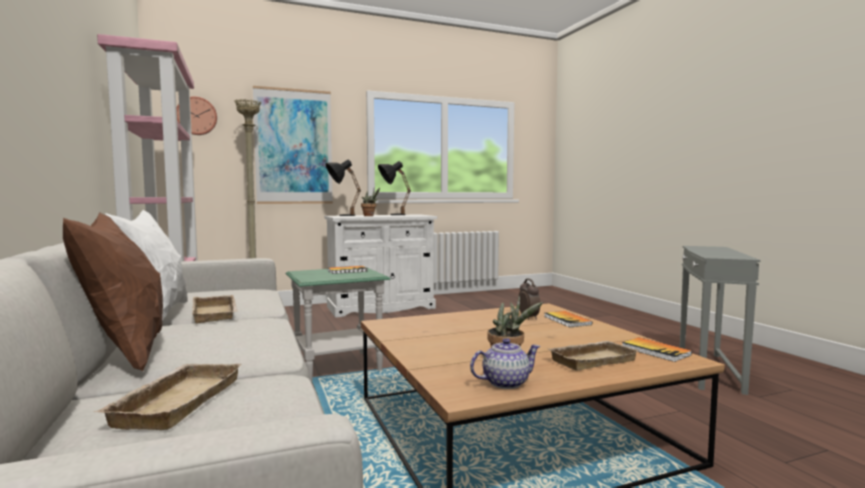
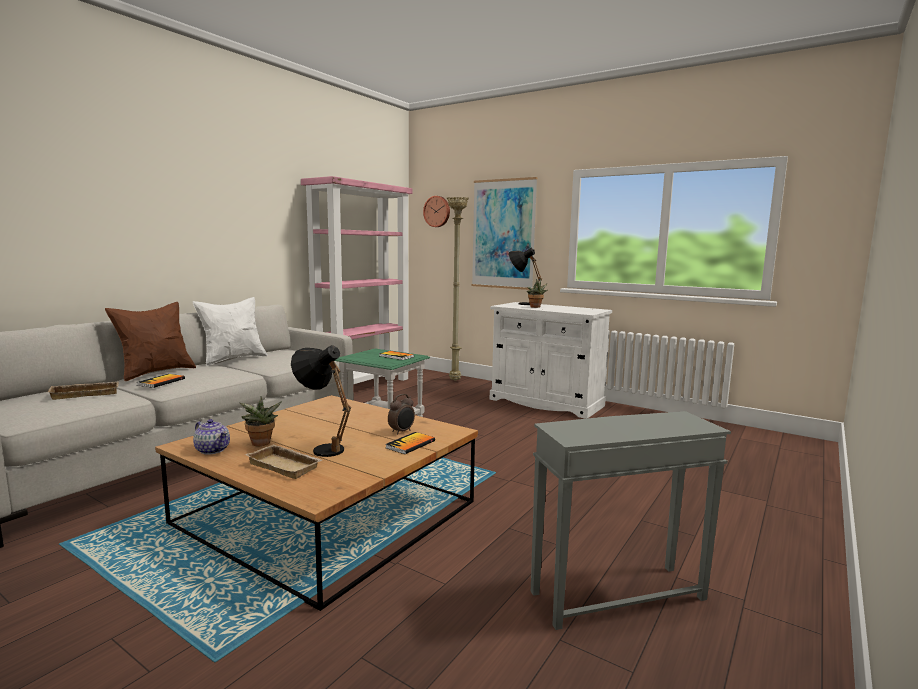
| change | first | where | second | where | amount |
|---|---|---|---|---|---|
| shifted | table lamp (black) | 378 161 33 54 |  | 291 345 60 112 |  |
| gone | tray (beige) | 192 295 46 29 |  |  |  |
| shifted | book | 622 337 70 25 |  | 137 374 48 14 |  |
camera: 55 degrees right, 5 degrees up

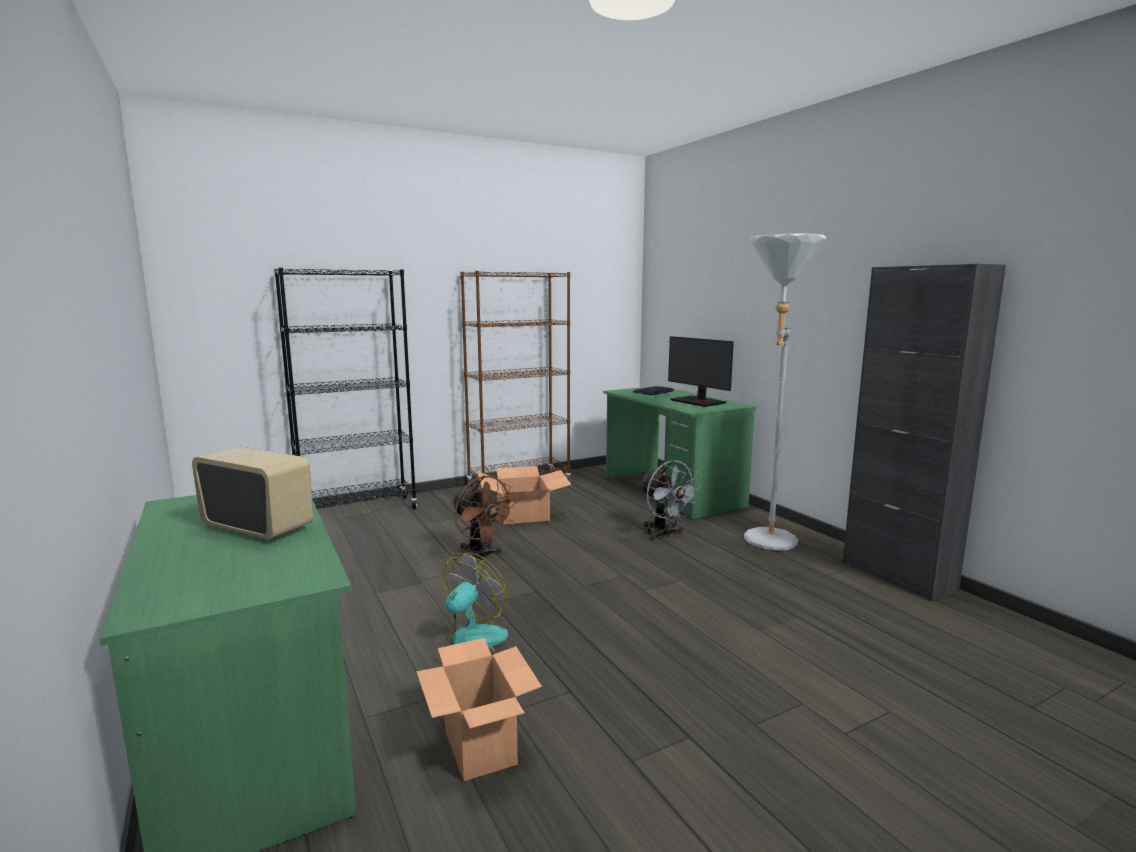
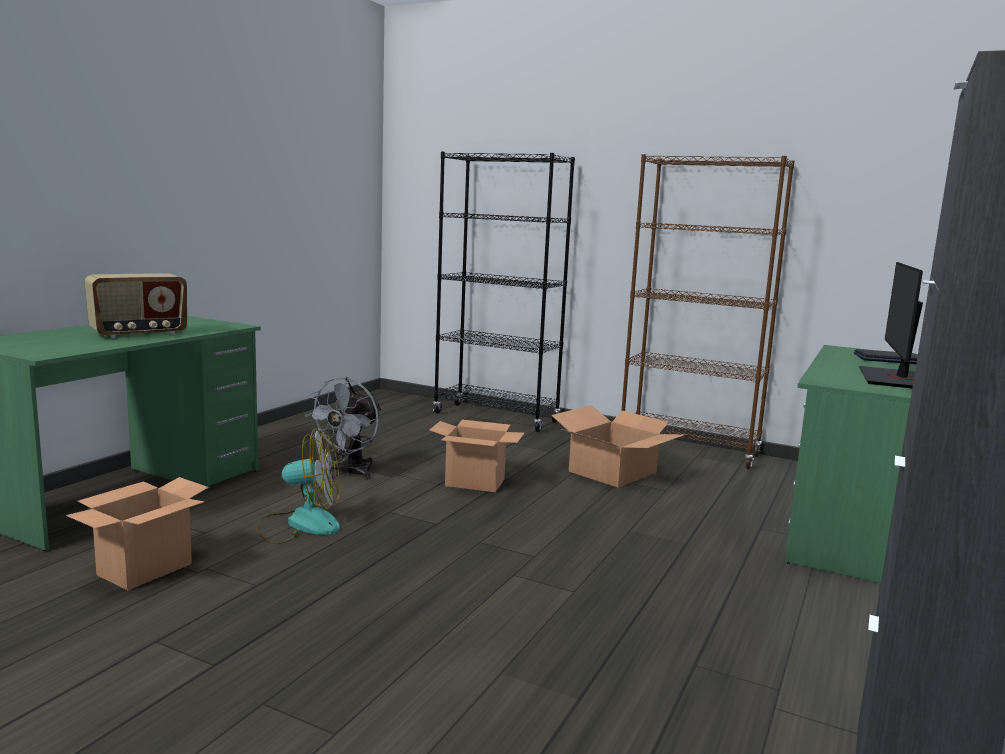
| change | first | where | second | where | amount |
|---|---|---|---|---|---|
| gone | floor lamp (grey) | 744 234 82 316 |  |  |  |
| rotated | radio | 192 447 121 93 |  | 84 273 103 65 | 60 degrees clockwise |
| shifted | fan (grey) | 639 460 62 81 |  | 305 377 77 103 |  |
| swapped | fan (brown) | 451 476 66 83 | cardboard box | 429 420 95 72 |  |
camera: 55 degrees right, 0 degrees up

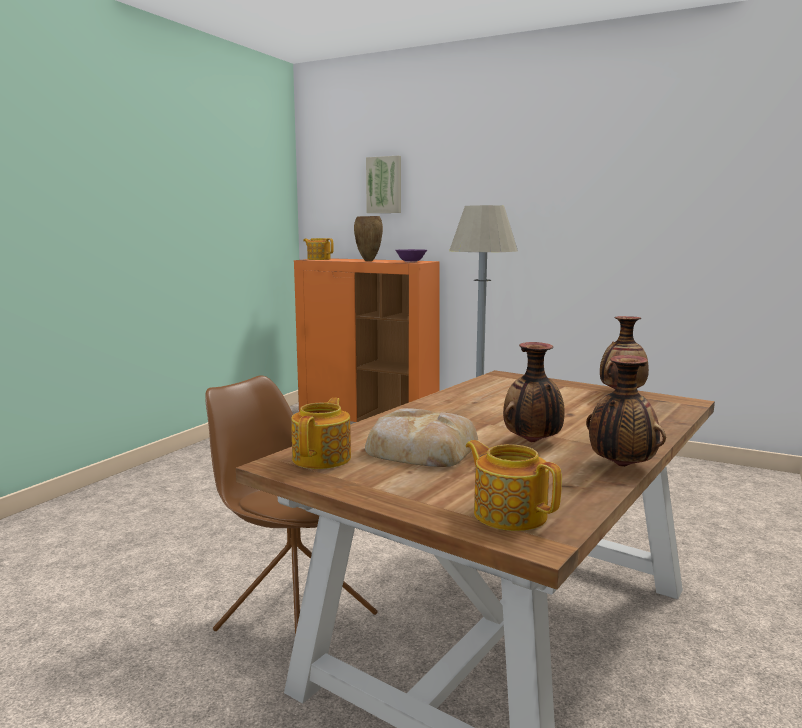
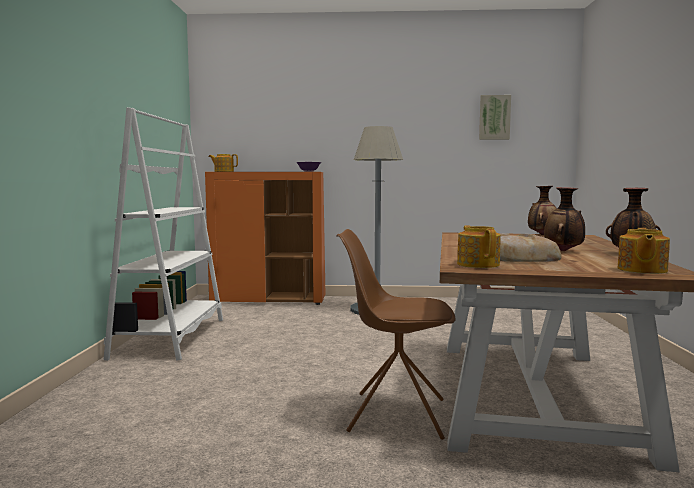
| change | first | where | second | where | amount |
|---|---|---|---|---|---|
| shifted | picture | 366 156 35 57 |  | 479 95 32 45 |  |
| gone | vase (brown) | 354 216 29 45 |  |  |  |
| rotated | teapot | 466 440 96 91 |  | 618 228 52 46 | 90 degrees counterclockwise |
| new |  |  | bookcase (white) | 103 107 120 254 |  |
camera: 25 degrees left, 5 degrees down

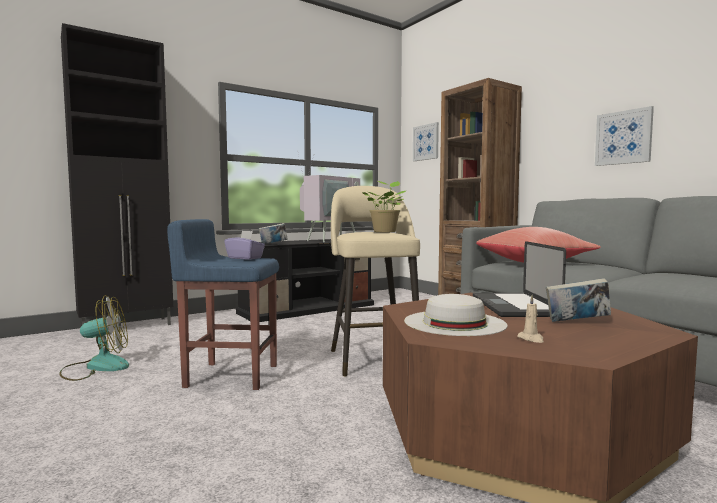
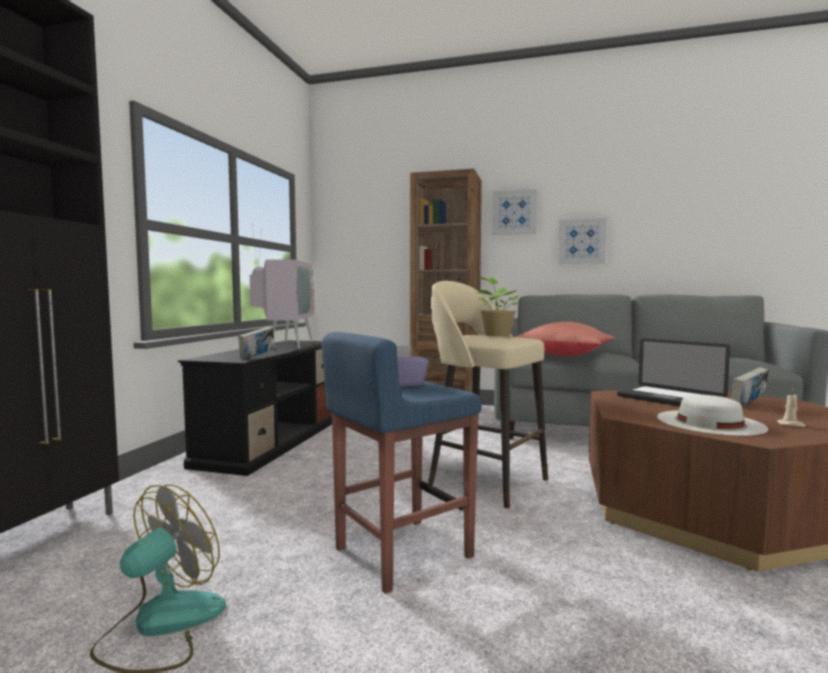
| change | first | where | second | where | amount |
|---|---|---|---|---|---|
| shifted | picture | 413 122 26 39 |  | 492 189 45 46 |  |
camera: 40 degrees left, 0 degrees up

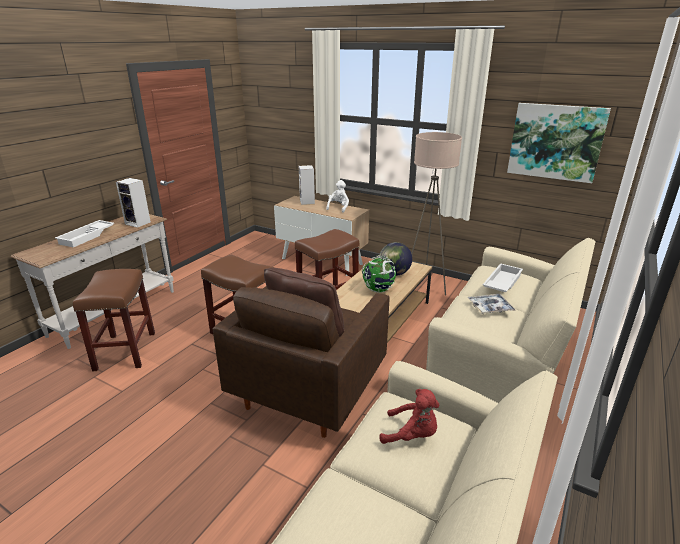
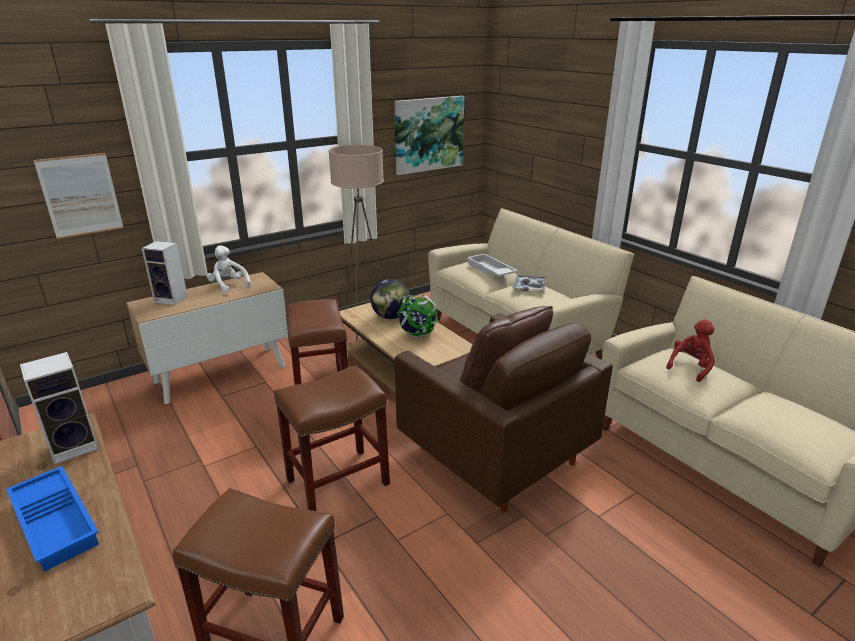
| change | first | where | second | where | amount |
|---|---|---|---|---|---|
| repainted | tray (white) | 55 220 59 27 | tray (blue) | 6 466 93 106 |  |
| new |  |  | picture | 34 153 90 86 |  |
camera: 65 degrees left, 0 degrees up

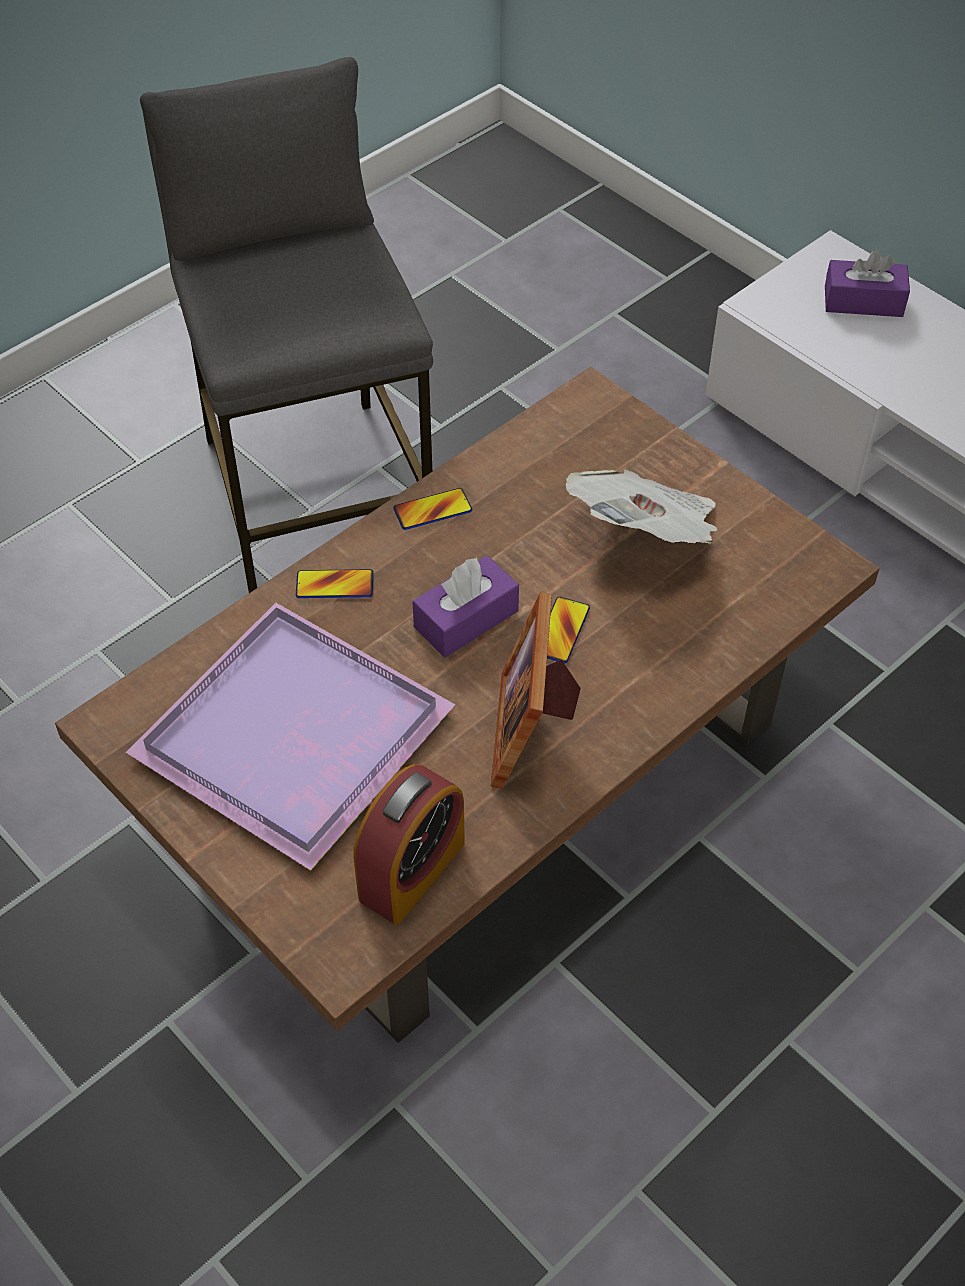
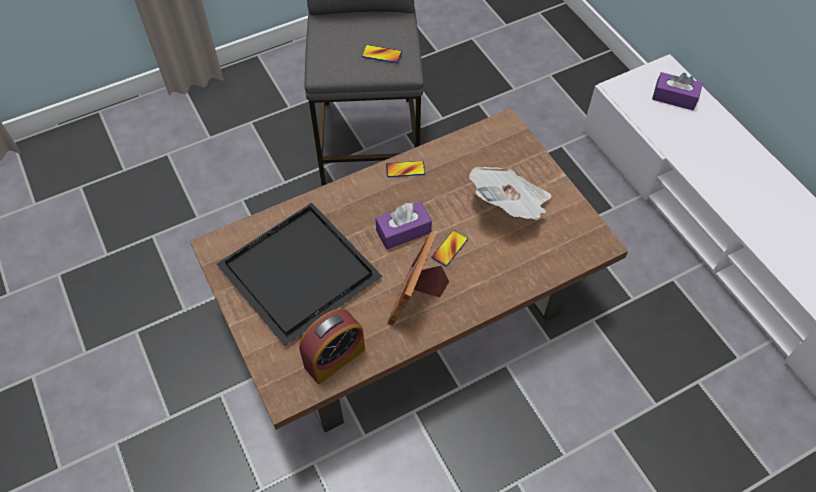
| change | first | where | second | where | amount |
|---|---|---|---|---|---|
| shifted | phone | 296 569 78 29 |  | 361 45 41 18 |  |
| repainted | tray (purple) | 126 603 329 267 | tray (black) | 216 203 166 143 |  |
camera: 15 degrees right, 5 degrees up

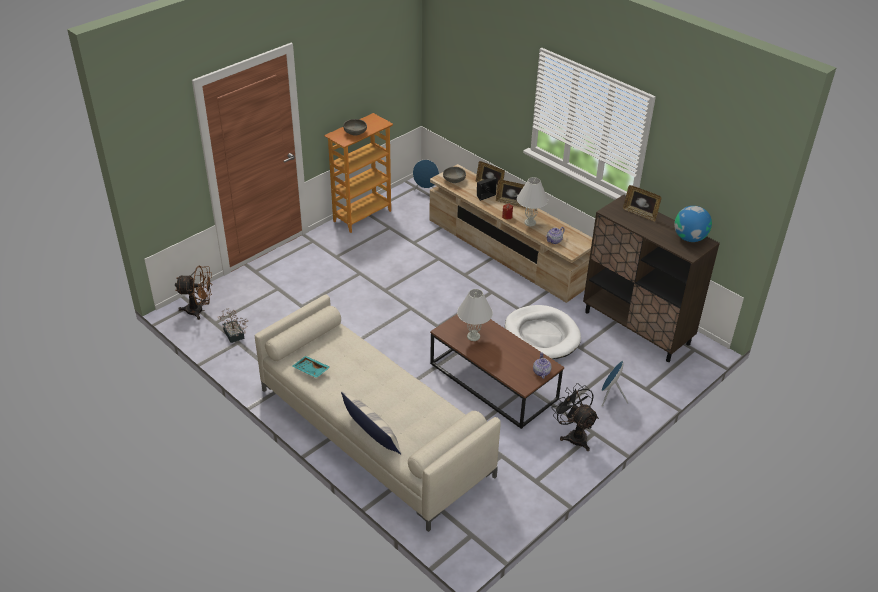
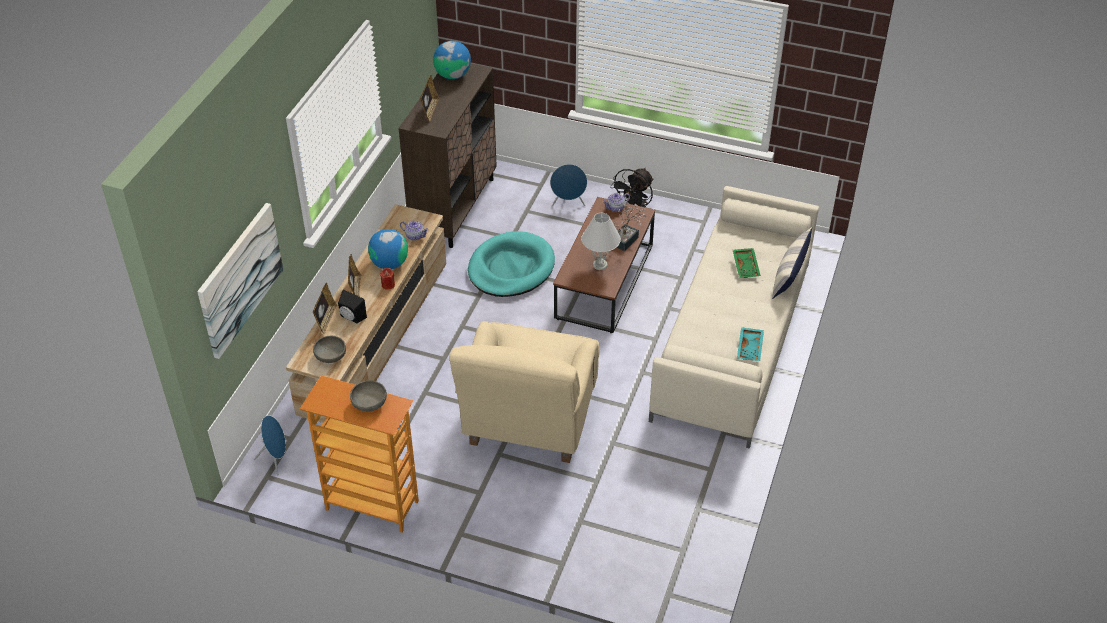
| change | first | where | second | where | amount |
|---|---|---|---|---|---|
| swapped | table lamp (white) | 517 177 31 49 | globe | 368 229 40 40 |  |
| gone | fan (brown) | 175 266 38 54 |  |  |  |
| repainted | dog bed (white) | 505 305 76 54 | dog bed (turquoise) | 468 231 87 66 |  |
| shifted | potted plant | 218 308 31 35 |  | 614 202 32 49 |  |
| new |  |  | picture | 197 203 86 156 |  |
| new |  |  | tray (green) | 733 248 28 30 |  |
| new |  |  | armchair (beige) | 449 321 151 142 |  |
camera: 115 degrees left, 5 degrees up

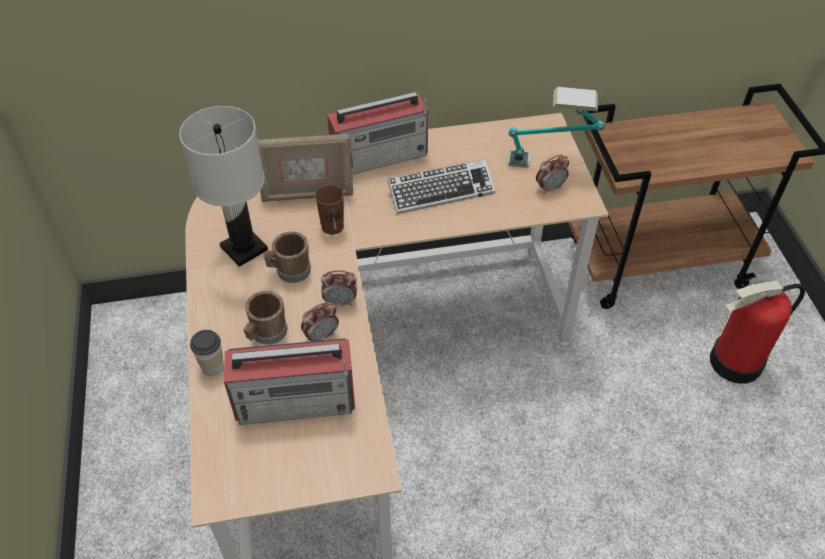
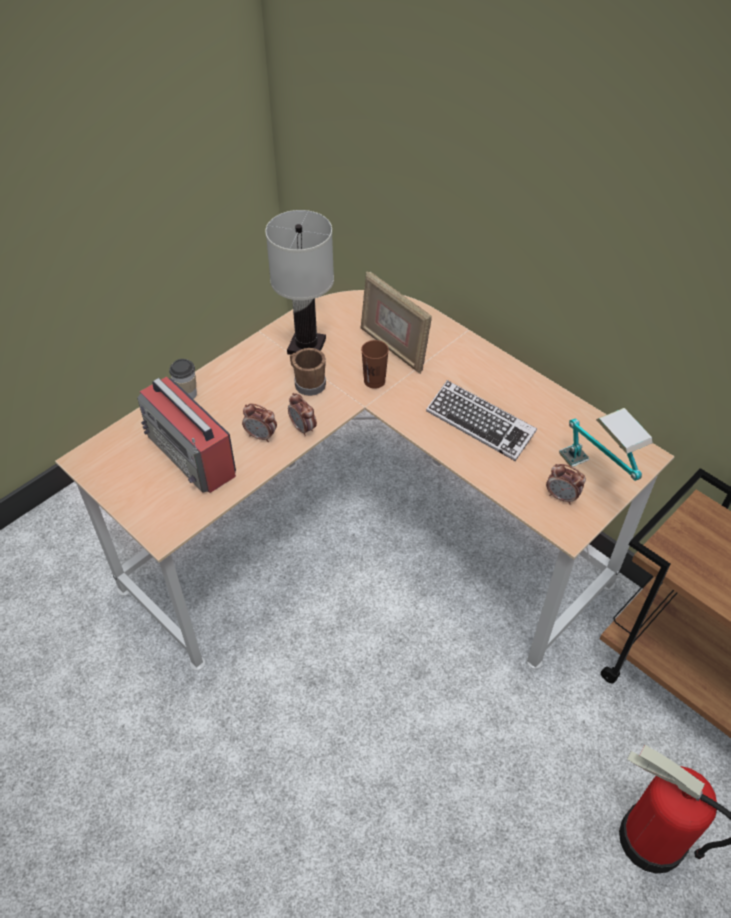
| change | first | where | second | where | amount |
|---|---|---|---|---|---|
| gone | radio | 327 92 101 83 |  |  |  |
| gone | mug (brown) | 243 291 45 54 |  |  |  |
camera: 55 degrees right, 0 degrees up

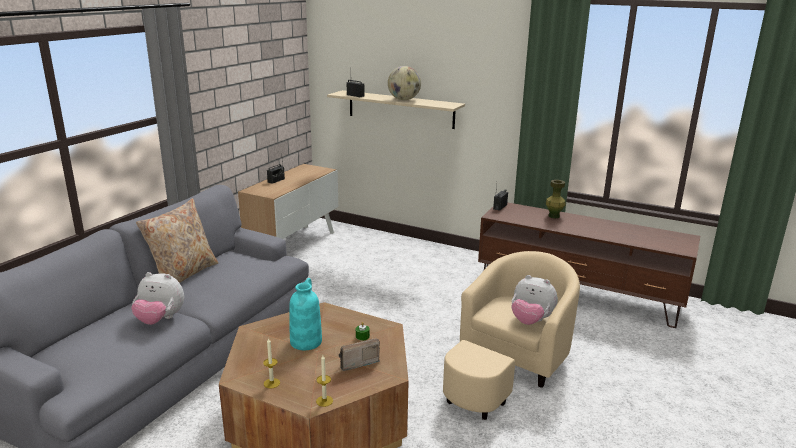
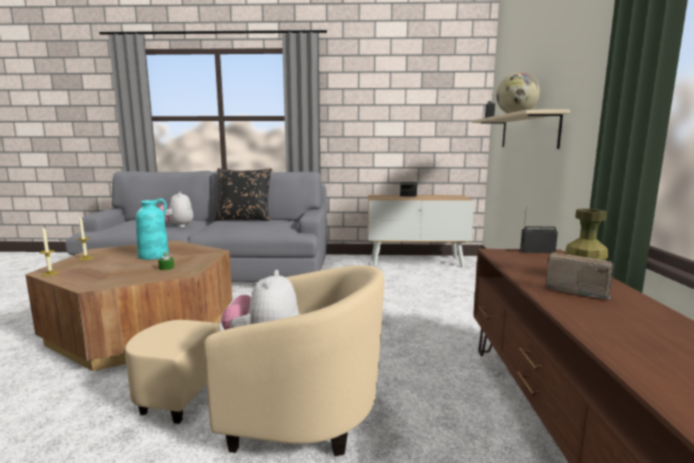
| change | first | where | second | where | amount |
|---|---|---|---|---|---|
| repainted | pillow (beige) | 136 198 82 85 | pillow (black) | 214 168 58 53 |  |
| shifted | radio | 339 338 41 33 |  | 546 252 68 47 |  |
camera: 65 degrees right, 10 degrees down

